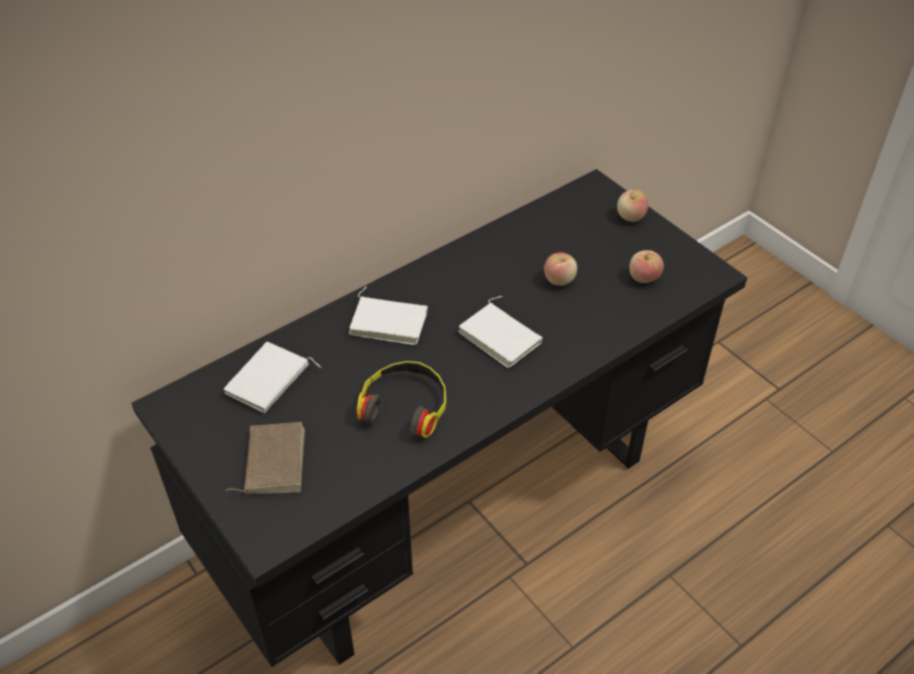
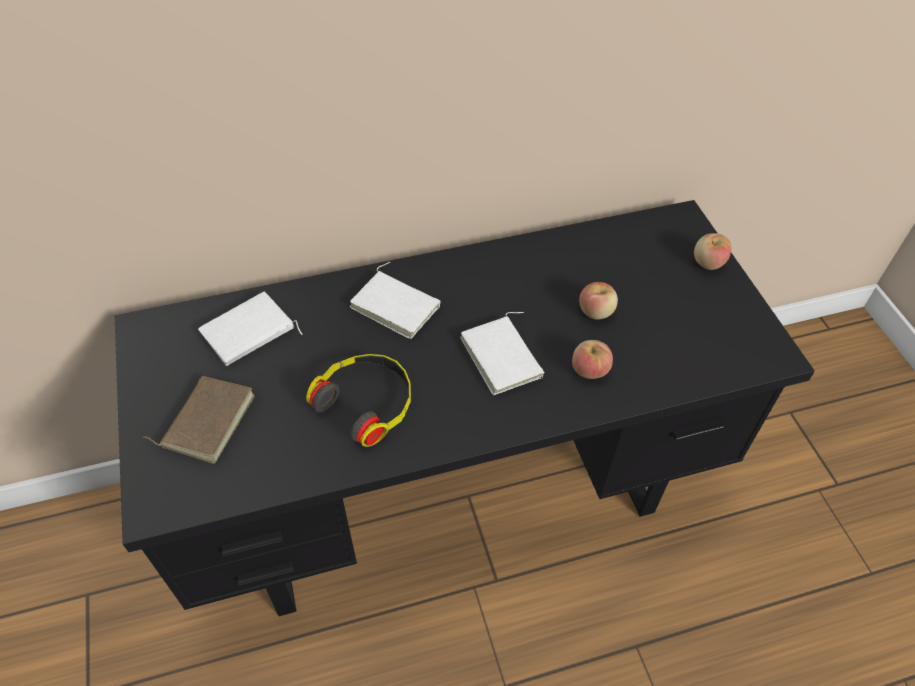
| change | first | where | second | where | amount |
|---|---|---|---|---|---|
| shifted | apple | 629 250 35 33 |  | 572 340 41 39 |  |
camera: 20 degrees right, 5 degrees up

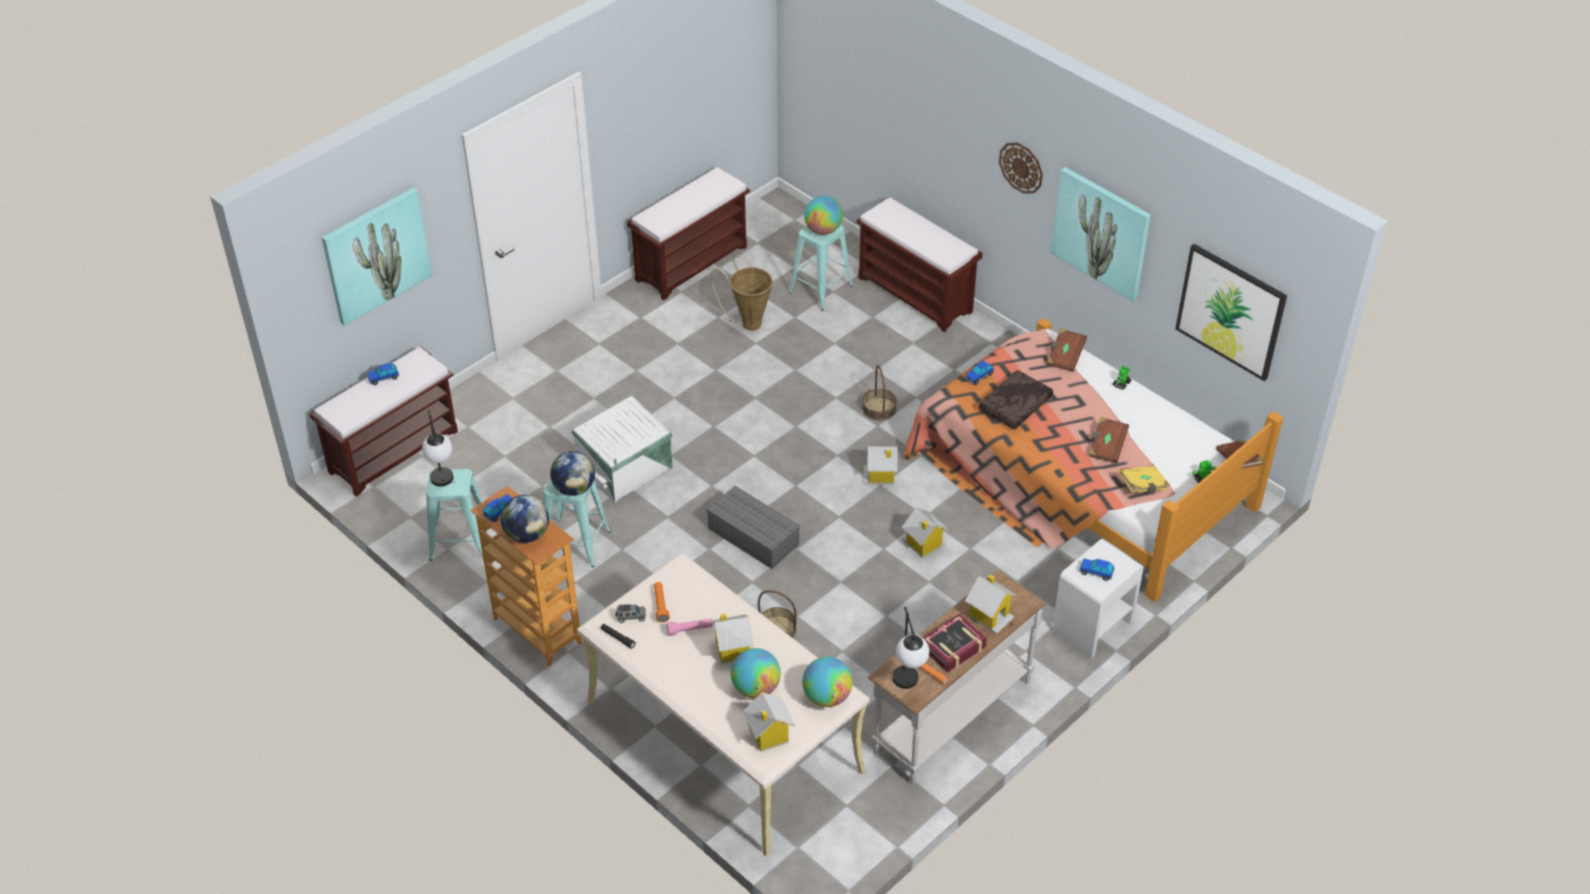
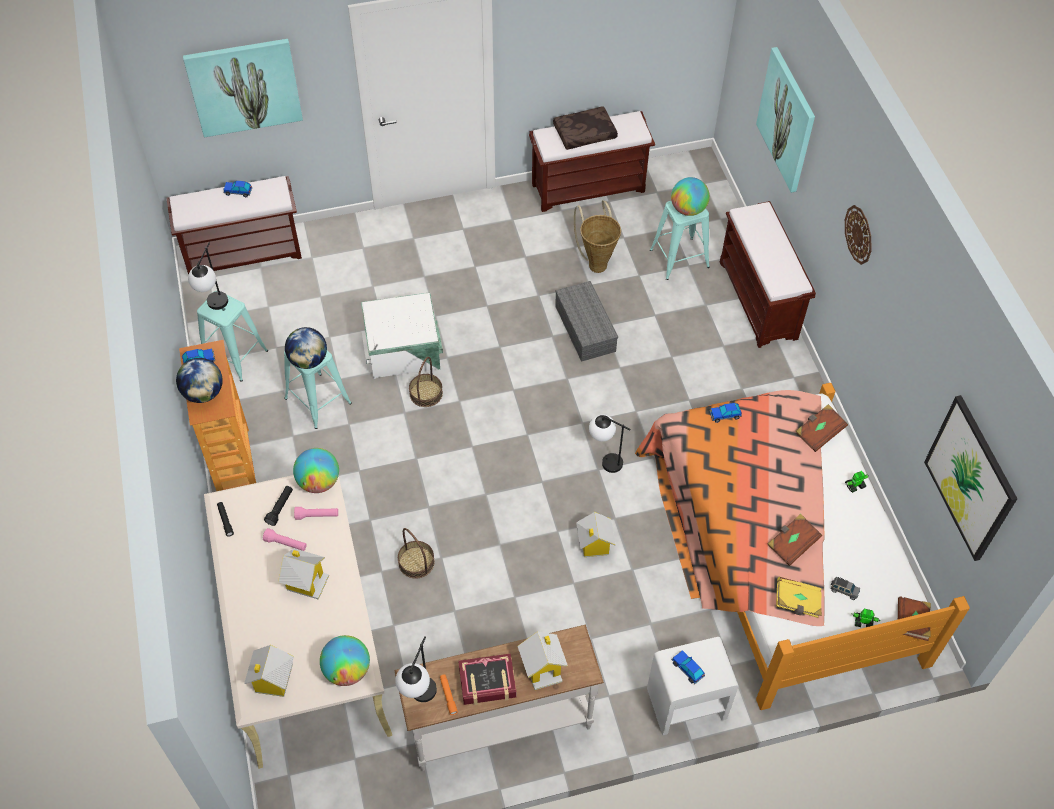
| change | first | where | second | where | amount |
|---|---|---|---|---|---|
| shifted | picture | 1051 167 100 134 |  | 756 47 59 146 |  |
| shifted | basket | 862 365 35 56 |  | 409 357 34 50 |  |
| shifted | pillow (brown) | 979 370 74 60 |  | 553 106 65 44 |  |
| swapped | toy house | 864 446 34 38 | table lamp | 589 414 42 59 |  |
| shifted | storage box (grey) | 707 486 93 83 |  | 555 281 63 81 |  |
| repainted | flashlight (orange) | 654 582 16 41 | flashlight (black) | 264 486 29 40 |  |
| shifted | toy car (grey) | 615 604 31 19 |  | 831 577 29 23 |  |
| shifted | globe | 731 648 50 51 |  | 293 448 46 45 |  |
| new |  |  | flashlight (pink) | 294 507 44 13 |  |
camera: 30 degrees right, 10 degrees up

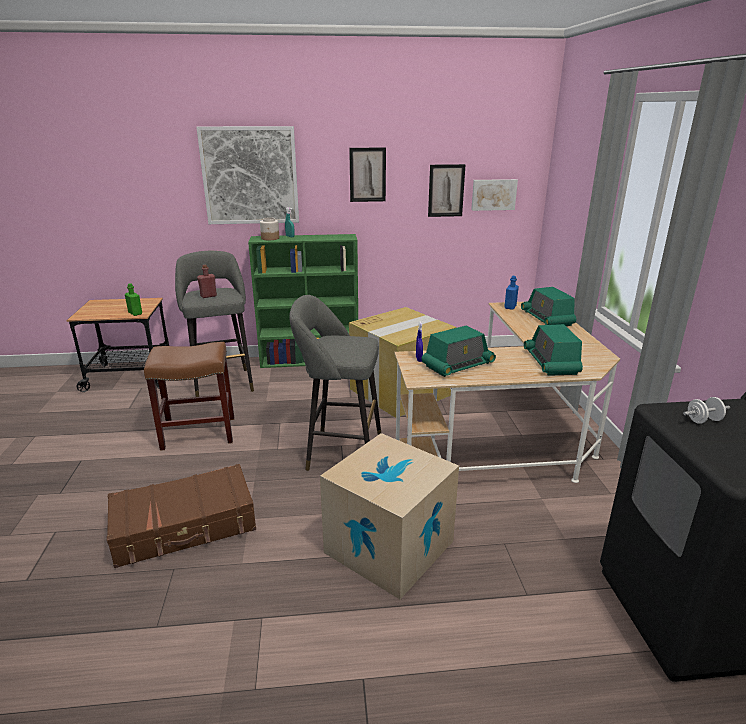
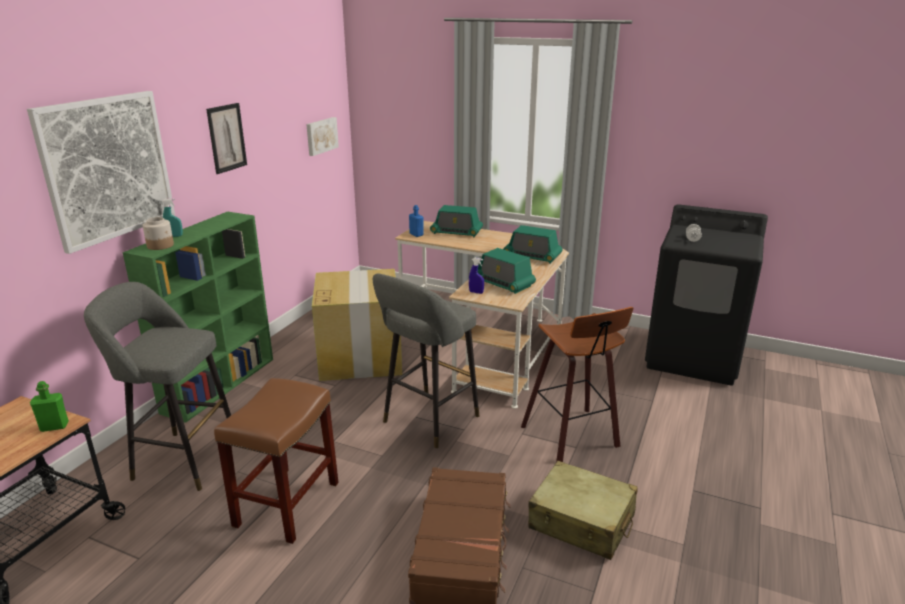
| change | first | where | second | where | amount |
|---|---|---|---|---|---|
| gone | picture | 428 164 38 53 |  |  |  |
| gone | bottle (red) | 197 265 20 33 |  |  |  |
| rotated | radio | 421 325 75 52 |  | 478 248 58 46 | 135 degrees clockwise |
| swapped | cardboard box | 320 433 139 166 | stool | 521 307 112 155 |  |
| new |  |  | suitcase (beige) | 528 461 110 99 |  |
camera: 60 degrees left, 0 degrees up

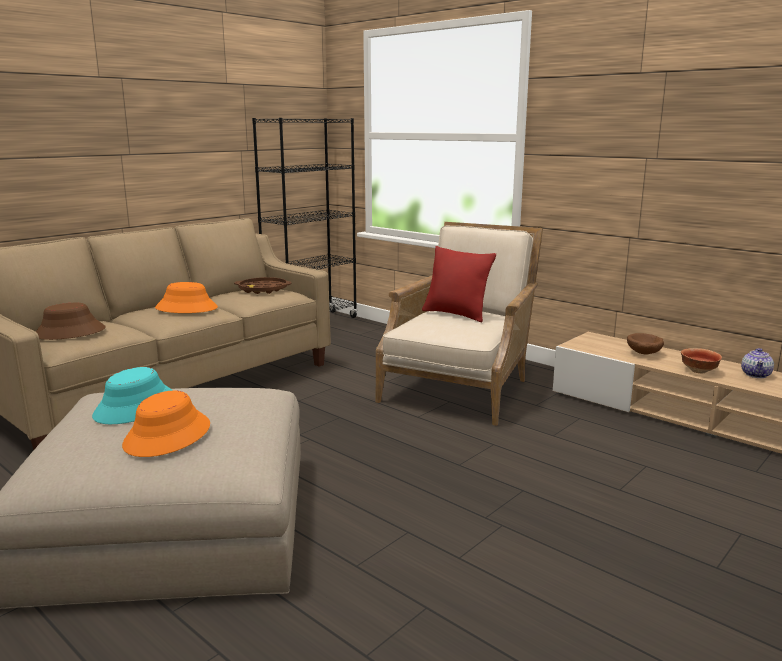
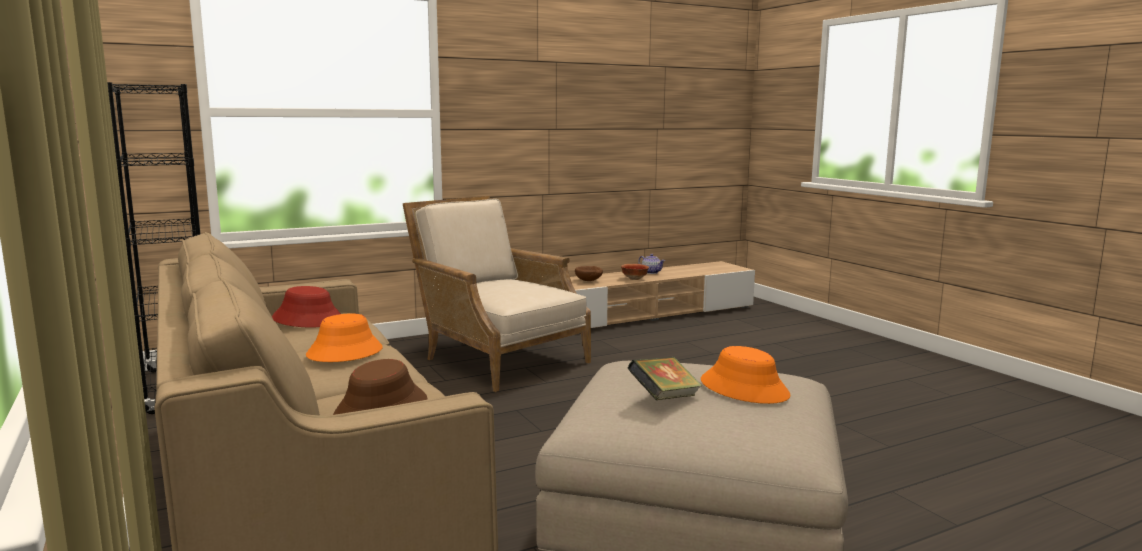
| change | first | where | second | where | amount |
|---|---|---|---|---|---|
| gone | pillow (red) | 422 246 74 76 |  |  |  |
| swapped | tray (brown) | 234 277 58 17 | hat (red) | 272 286 69 41 |  |
| swapped | hat (turquoise) | 92 367 82 57 | book | 628 357 74 43 |  |
camera: 70 degrees left, 5 degrees down

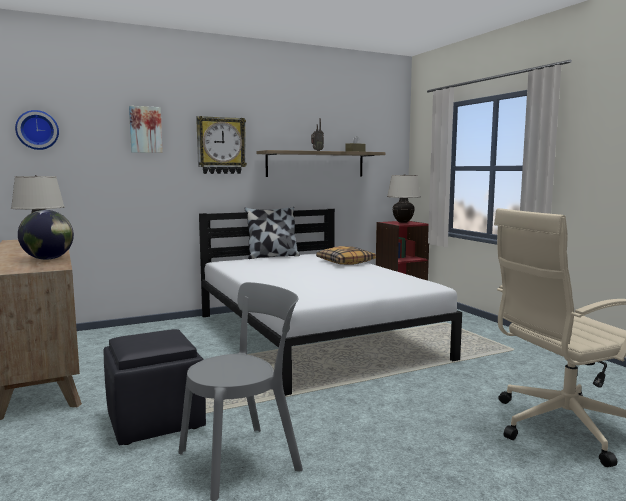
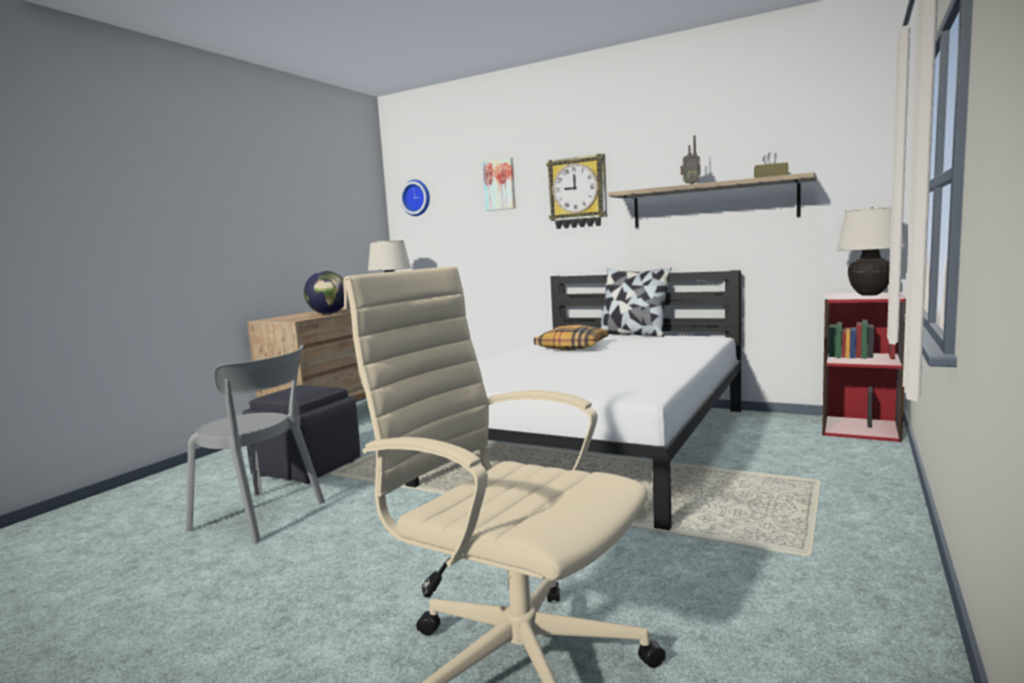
| change | first | where | second | where | amount |
|---|---|---|---|---|---|
| shifted | pillow | 316 246 60 19 |  | 534 325 74 25 |  |
camera: 55 degrees right, 0 degrees up

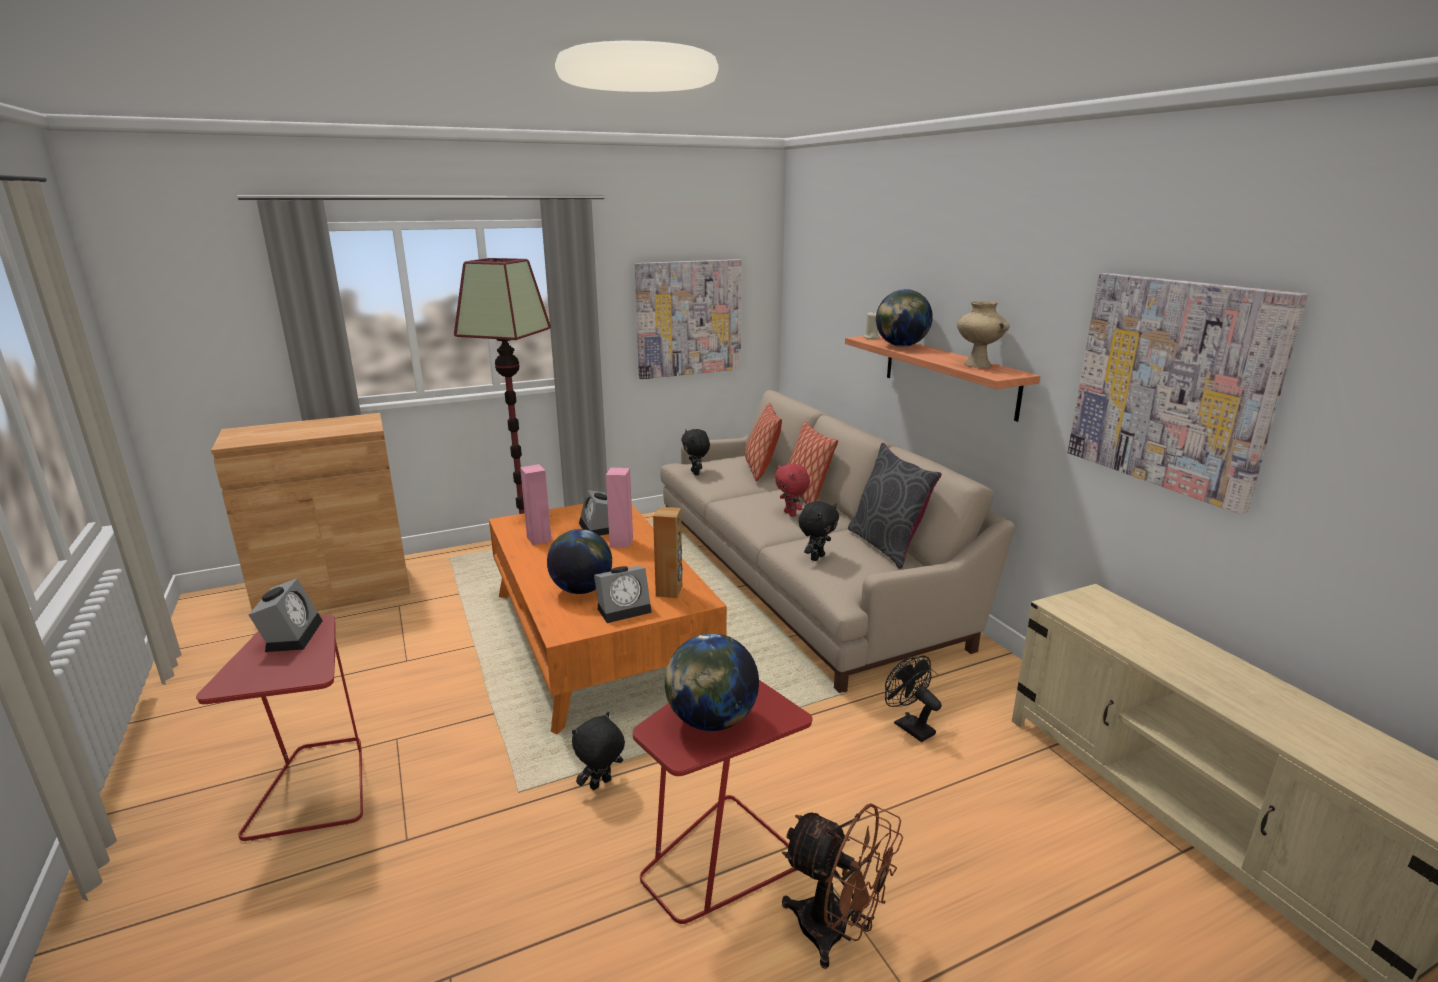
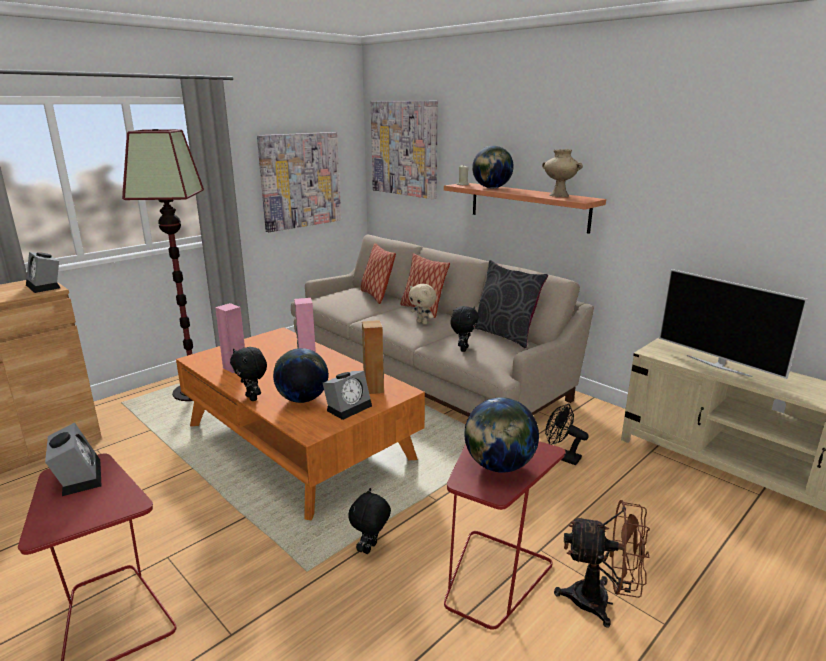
| change | first | where | second | where | amount |
|---|---|---|---|---|---|
| shifted | picture | 1068 273 240 241 |  | 371 101 67 98 |  |
| shifted | plush toy (black) | 681 429 29 46 |  | 230 347 37 54 |  |
| repainted | plush toy (red) | 775 464 35 53 | plush toy (beige) | 409 284 27 41 |  |
| shifted | alarm clock | 579 490 30 46 |  | 26 252 34 41 |  |
| new |  |  | television | 659 269 149 110 |  |
camera: 20 degrees left, 0 degrees up

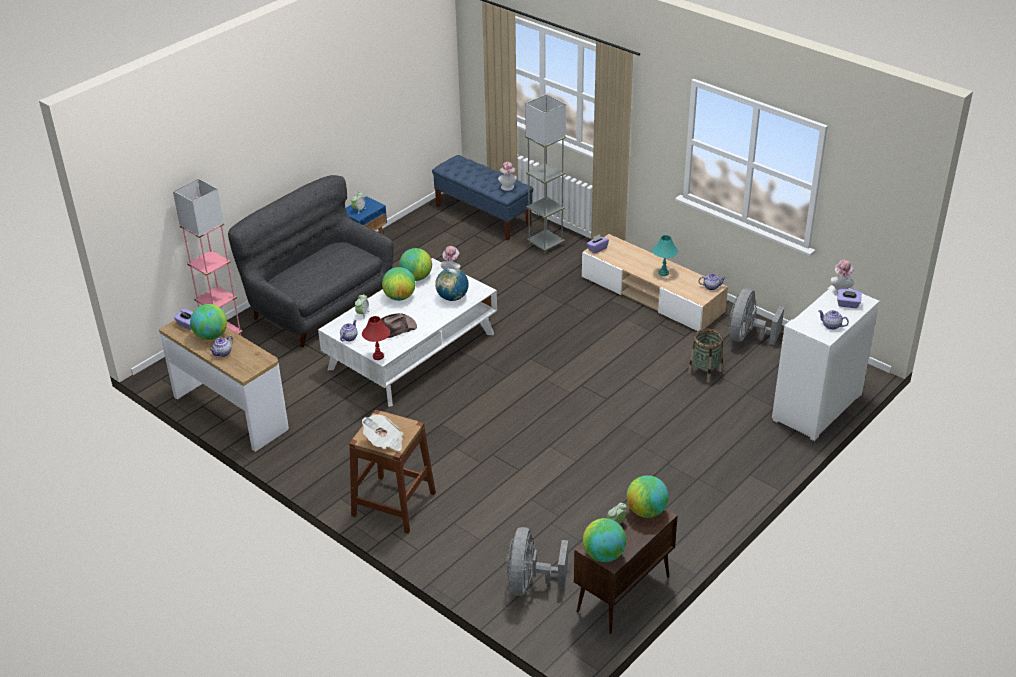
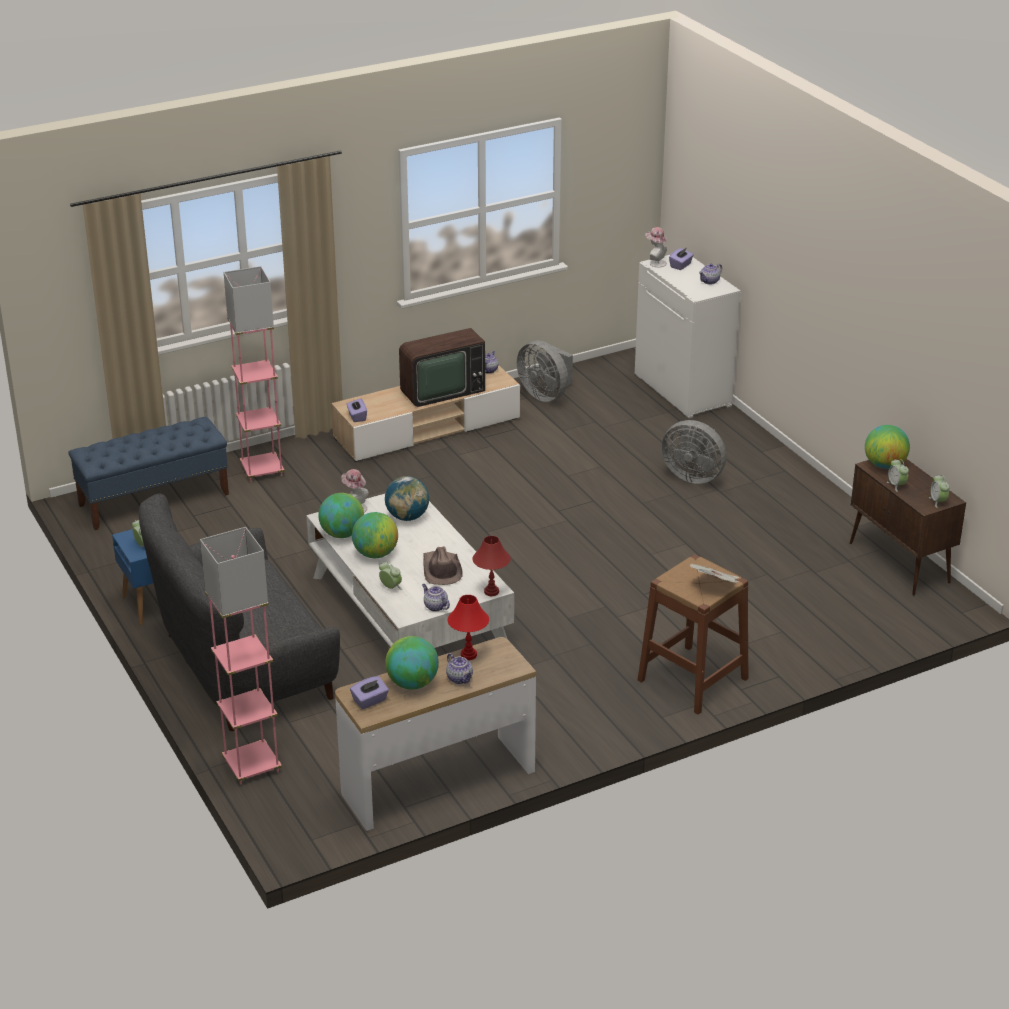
| change | first | where | second | where | amount |
|---|---|---|---|---|---|
| repainted | floor lamp (grey) | 525 94 41 160 | floor lamp (pink) | 224 266 60 216 |  |
| gone | hat | 498 162 19 29 |  |  |  |
| swapped | table lamp (turquoise) | 652 235 26 41 | television | 399 328 86 79 |  |
| gone | basket | 688 329 35 54 |  |  |  |
| swapped | globe | 583 518 43 44 | alarm clock | 929 475 21 33 |  |
| shifted | fan (grey) | 506 527 62 69 |  | 661 420 65 64 |  |
| new |  |  | table lamp (red) | 448 595 41 65 |  |
camera: 70 degrees left, 5 degrees down

